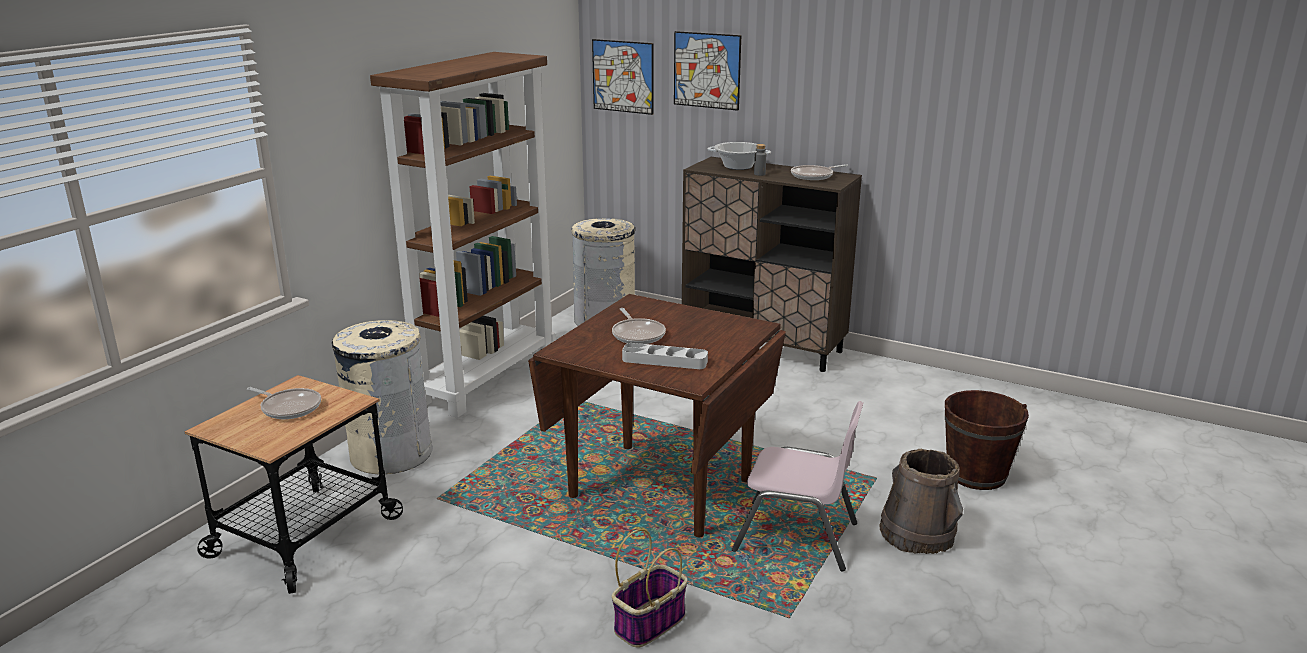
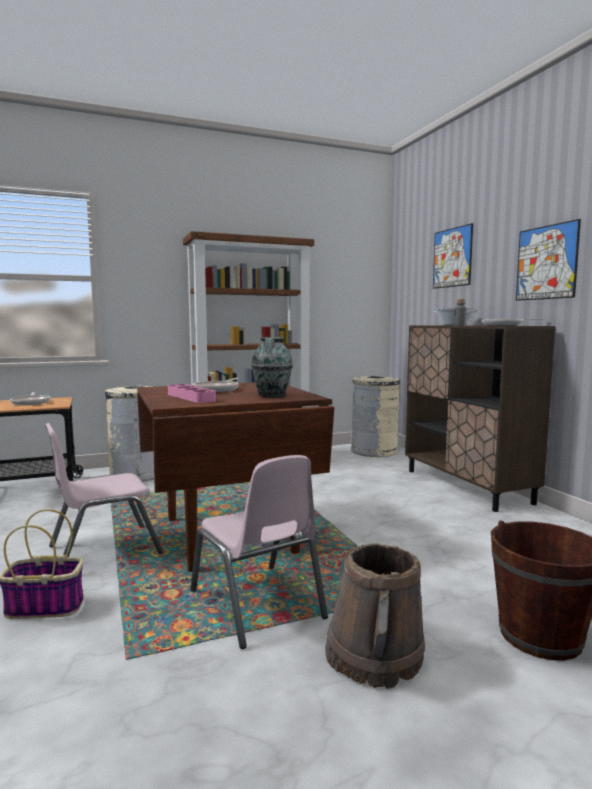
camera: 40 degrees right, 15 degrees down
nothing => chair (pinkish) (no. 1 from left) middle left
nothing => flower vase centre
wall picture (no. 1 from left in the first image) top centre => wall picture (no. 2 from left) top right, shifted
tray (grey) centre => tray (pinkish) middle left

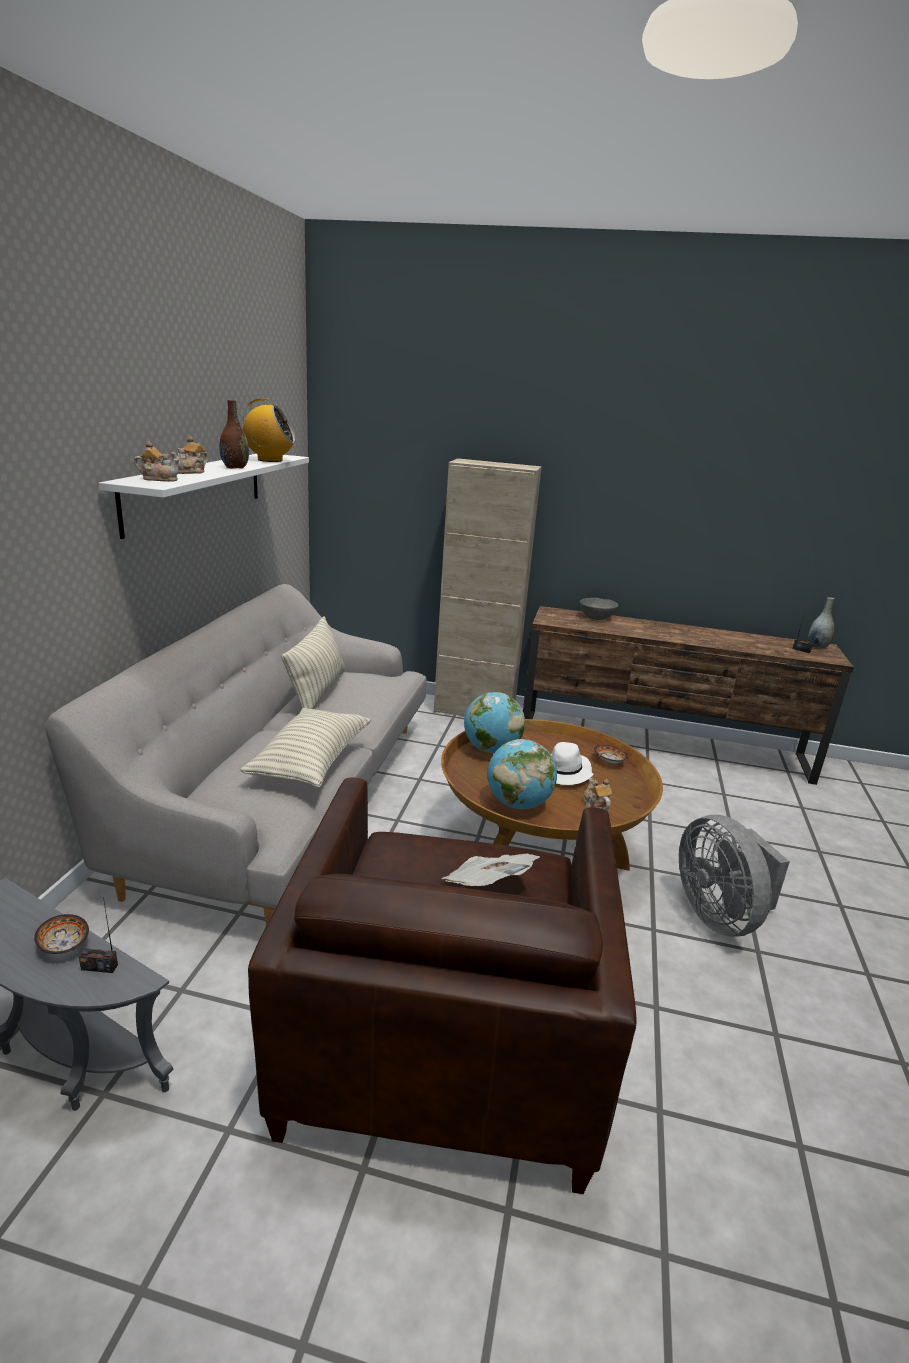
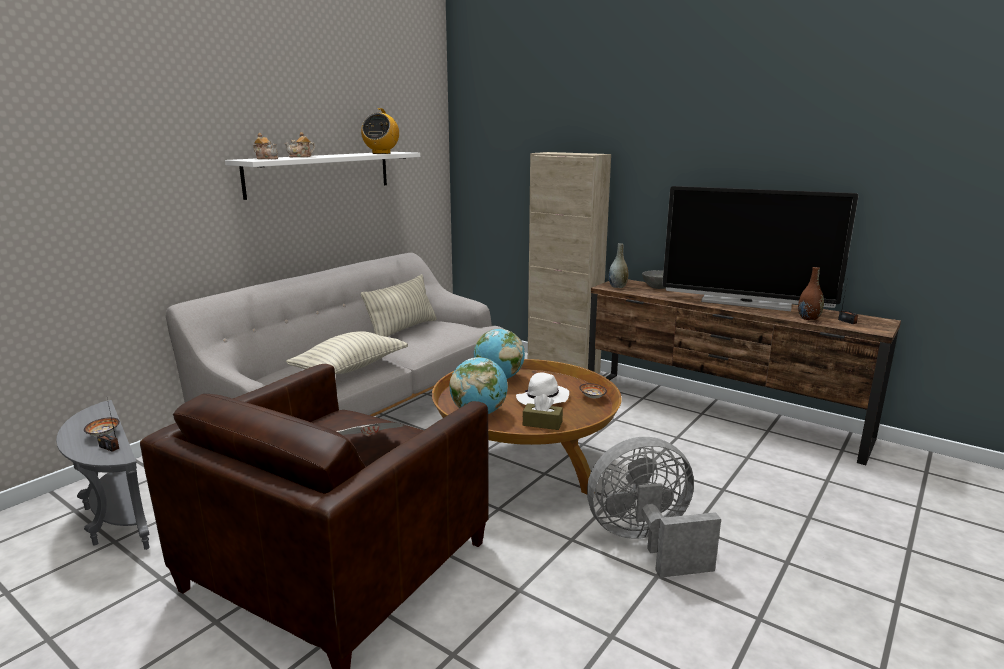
camera: 25 degrees right, 5 degrees down
nothing => TV set middle right
flower vase (brown) top left => flower vase (brown) middle right, shifted
flower vase (grey) middle right => flower vase (grey) centre, shifted
tea pot (no. 3 from left) centre => tissue box (brown) centre
radio set (no. 2 from left) top left => radio set (no. 2 from left) top centre, 75 degrees clockwise
electric fan (grey) middle right => electric fan (grey) bottom centre, 75 degrees clockwise

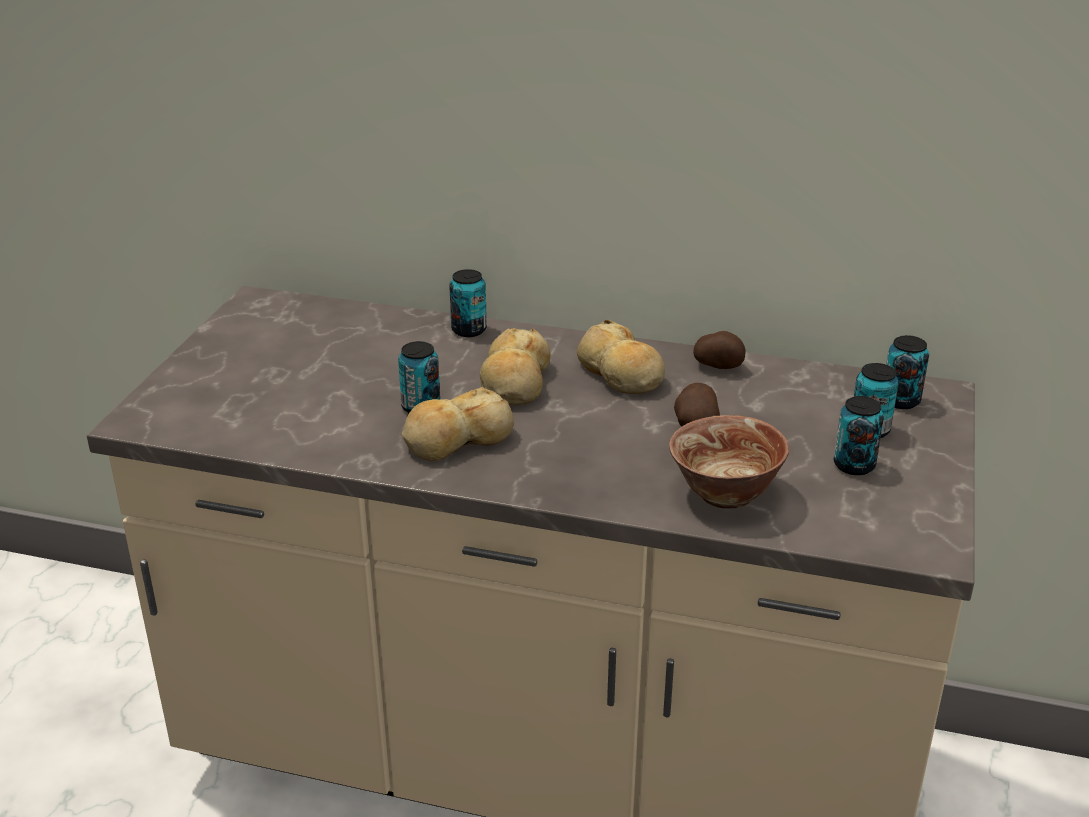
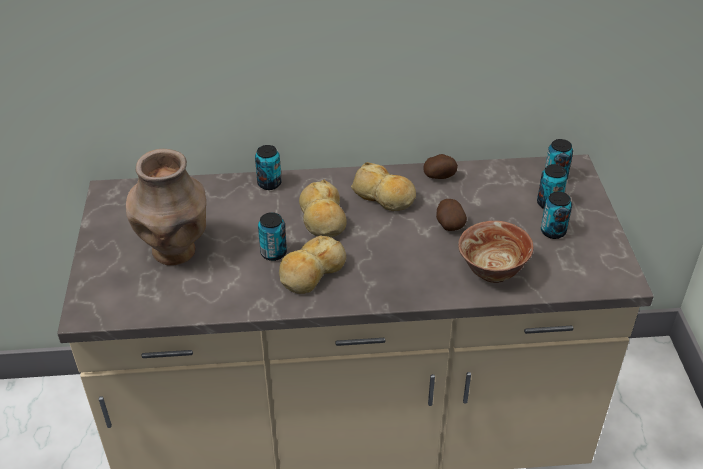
camera: 20 degrees left, 10 degrees up
nothing => flower vase (brown) middle left

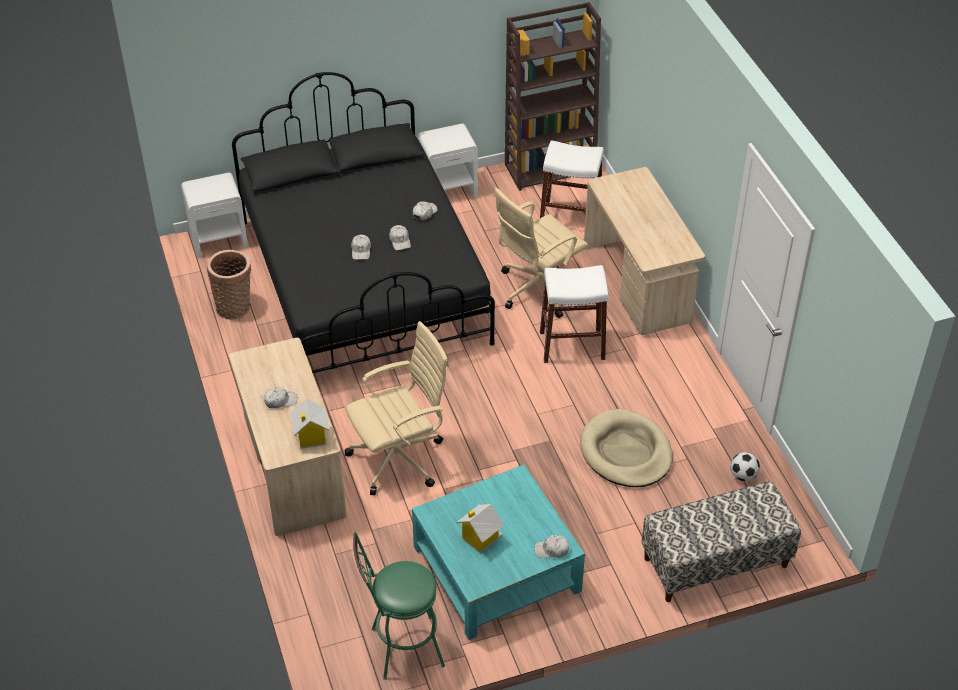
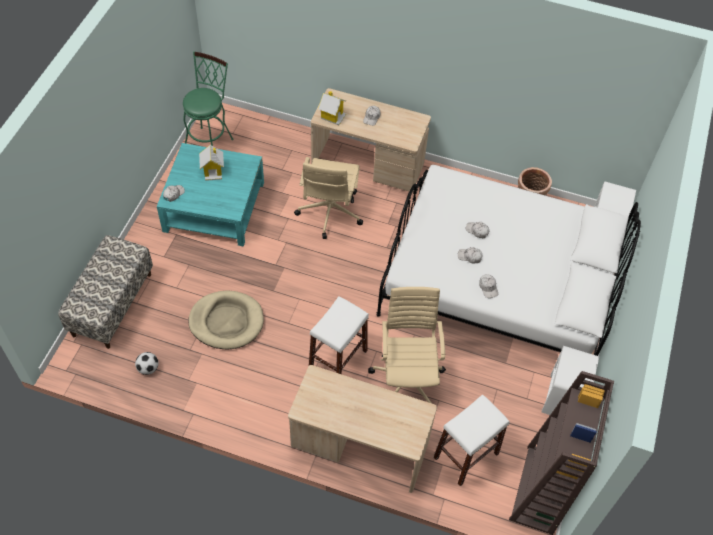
camera: 125 degrees right, 10 degrees up
bed (black) top centre => bed (white) middle right

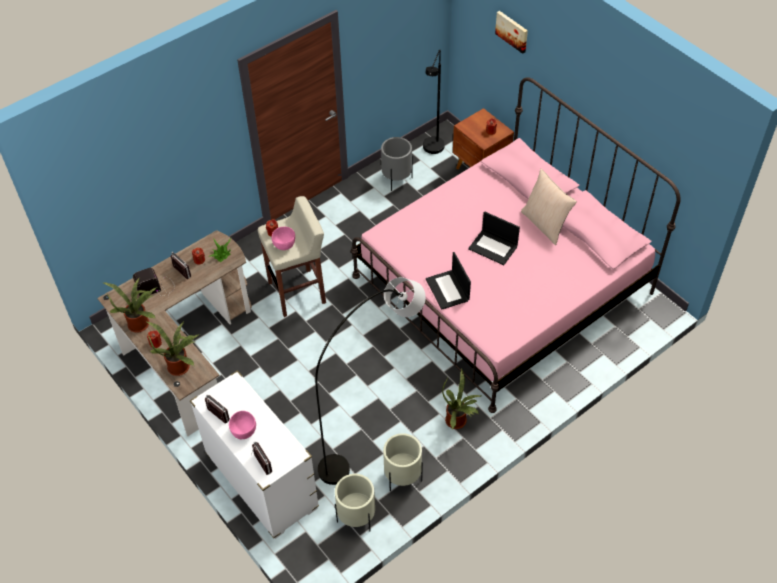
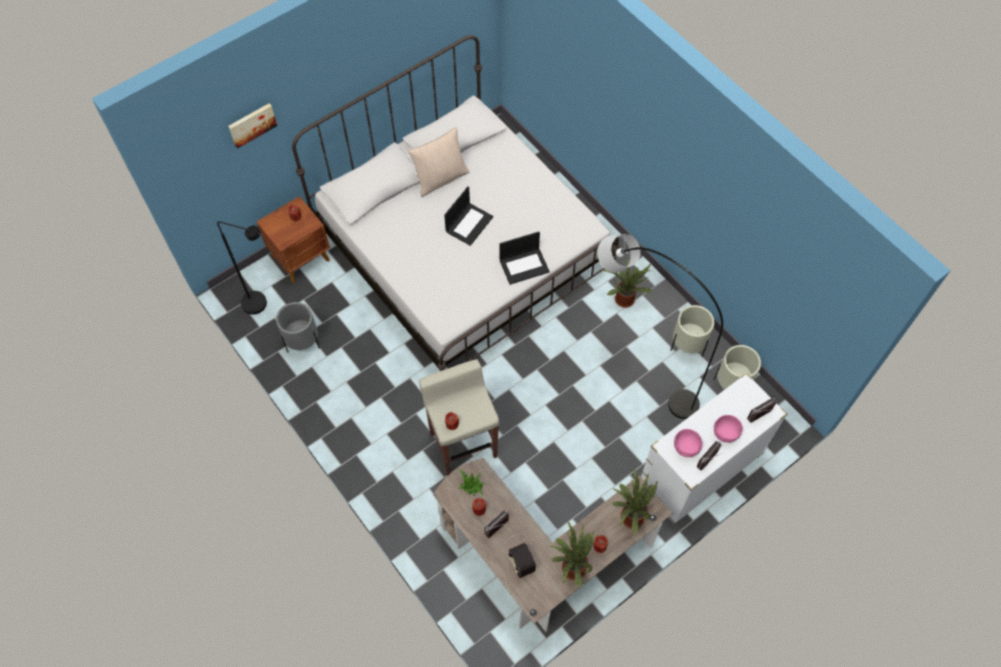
camera: 90 degrees left, 10 degrees up
bowl (pinkish) (no. 2 from left in the first image) centre => bowl (pinkish) (no. 1 from left) middle right, shifted
bed (pinkish) centre => bed (white) top centre

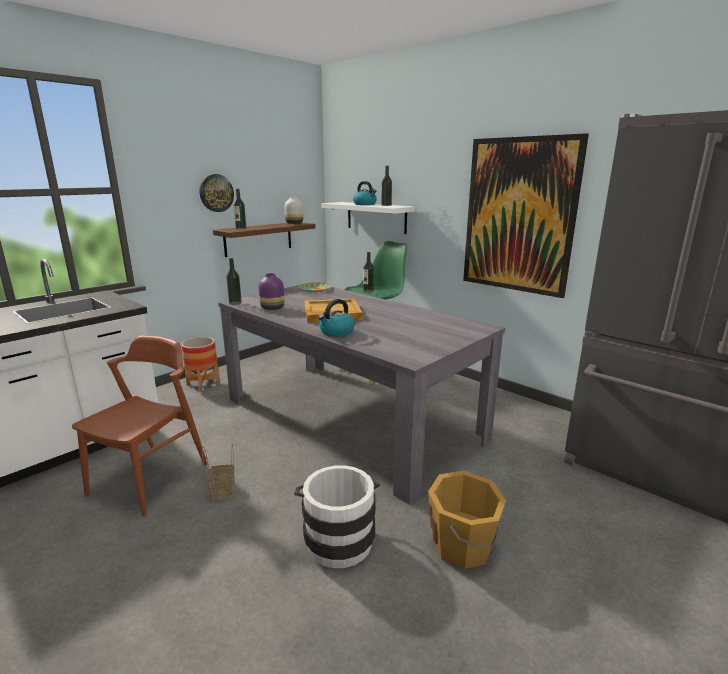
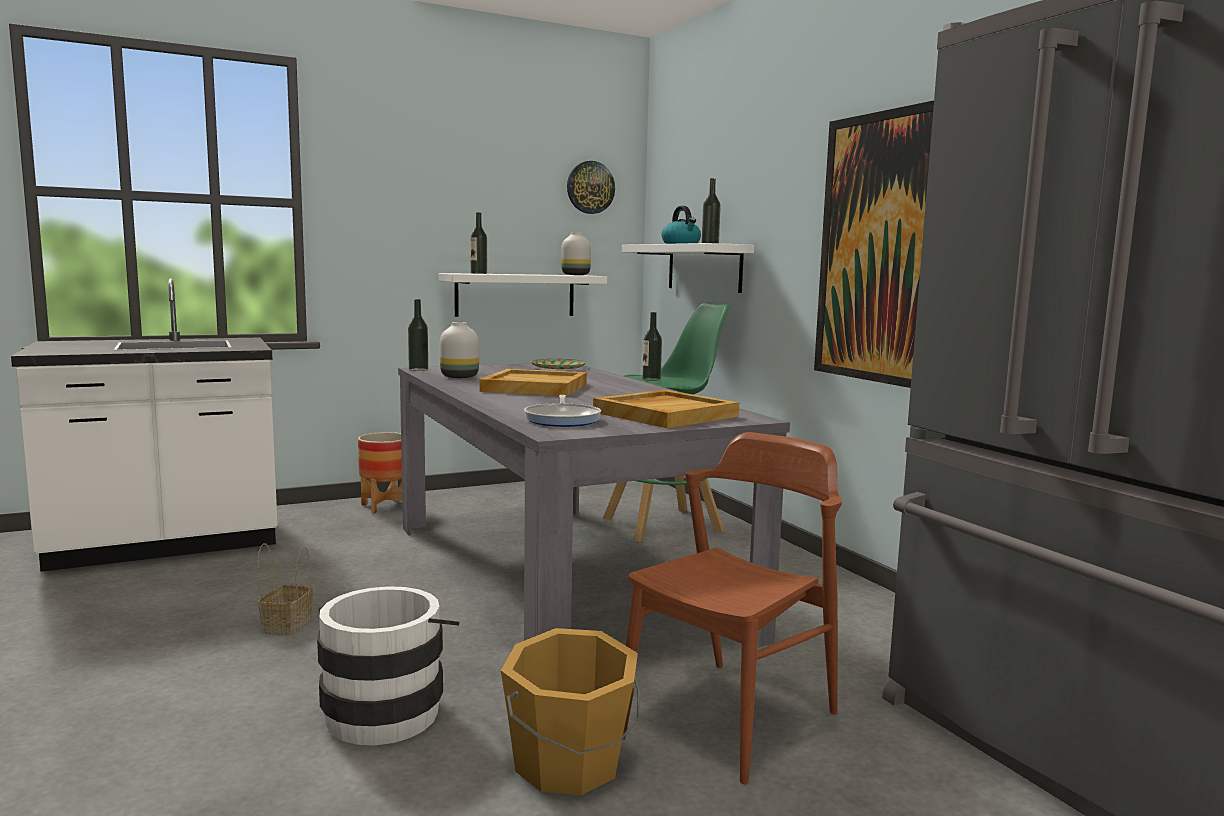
camera: 20 degrees right, 10 degrees down
water kettle (no. 1 from left) centre => nothing
nothing => frying pan centre
nothing => tray (beige) (no. 2 from left) centre
chair (brown) middle left => chair (brown) bottom centre, shifted
wall clock top left => wall clock top centre, shifted
shelf (brown) centre => shelf (white) (no. 1 from left) centre
flower vase (purple) centre => flower vase (white) (no. 1 from left) centre

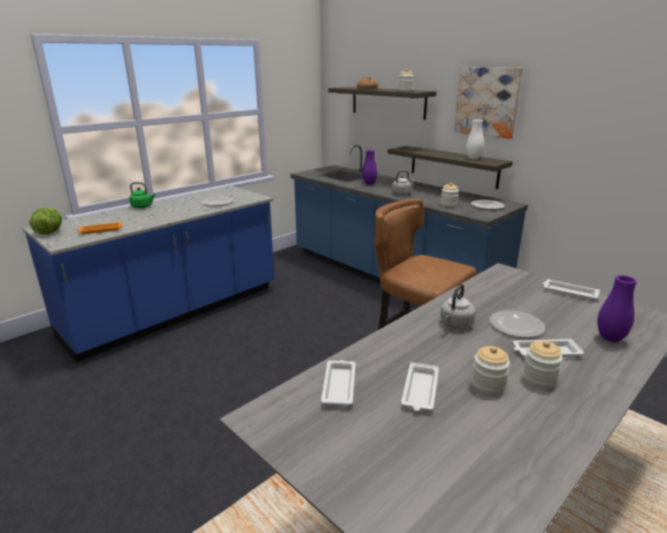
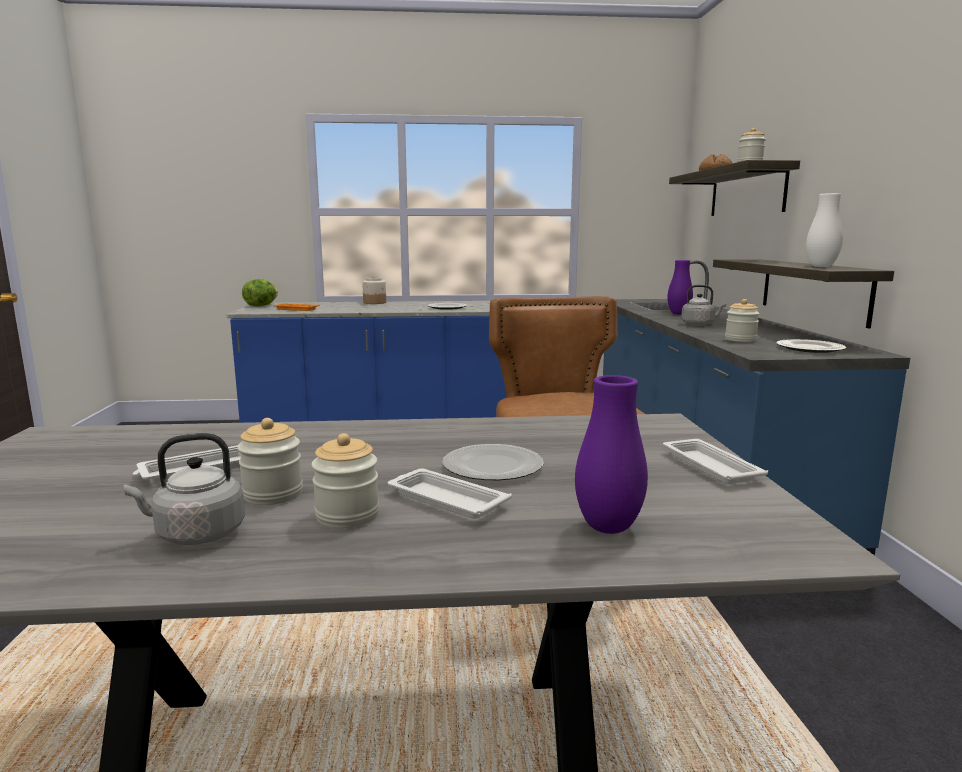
camera: 40 degrees right, 10 degrees down
tray (white) (no. 1 from left) bottom centre => nothing
wall picture top right => nothing
water kettle (grey) (no. 2 from left in the first image) middle right => water kettle (grey) (no. 1 from left) middle left, shifted
water kettle (greenish) middle left => preserve jar (no. 3 from left) centre

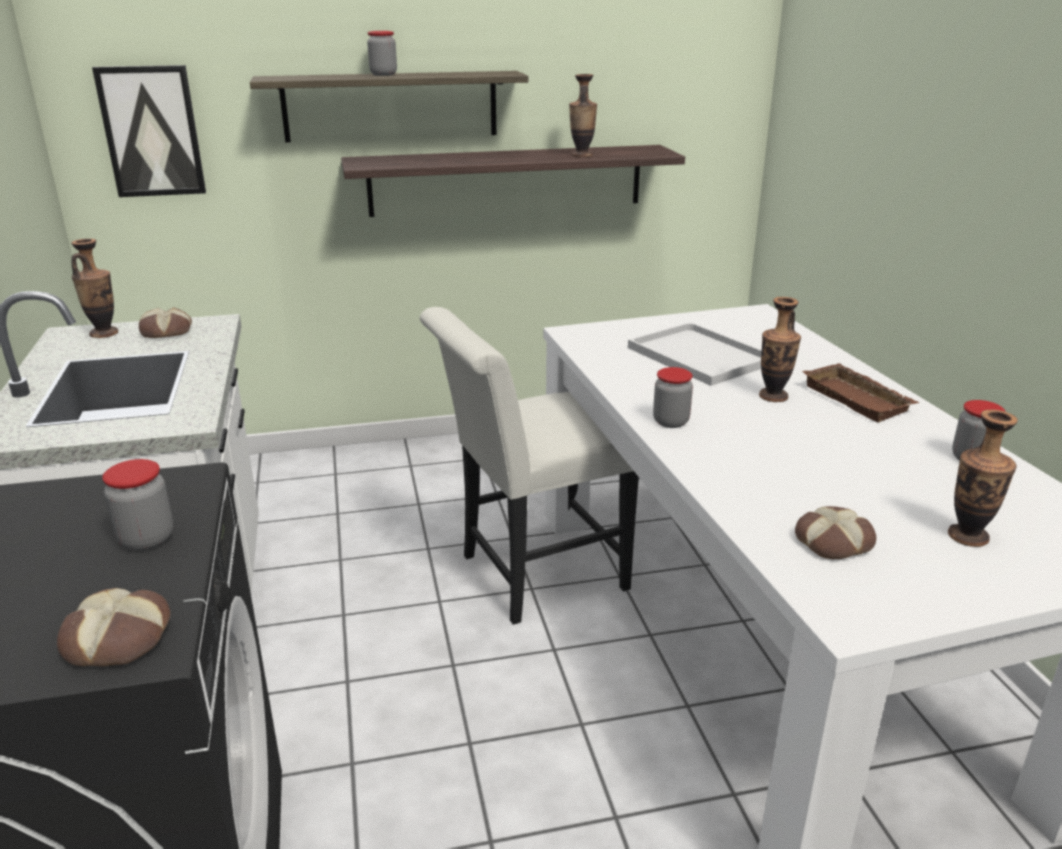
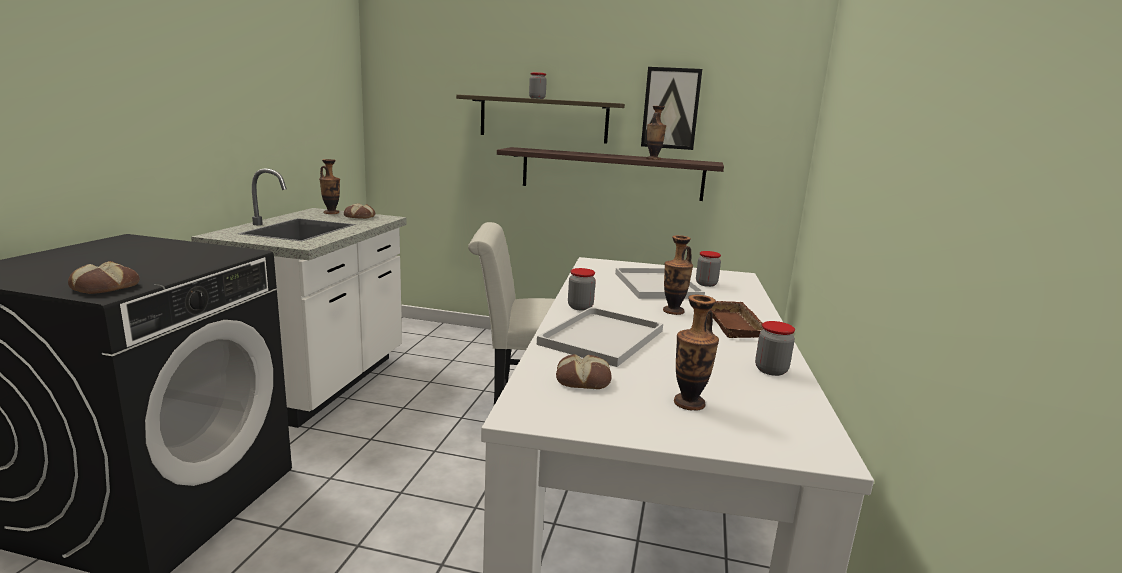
camera: 25 degrees right, 10 degrees down
nothing => tray (white) (no. 1 from left) centre
wall picture top left => wall picture top centre, shifted
preserve jar (no. 1 from left in the first image) middle left => preserve jar (no. 3 from left) centre, shifted

